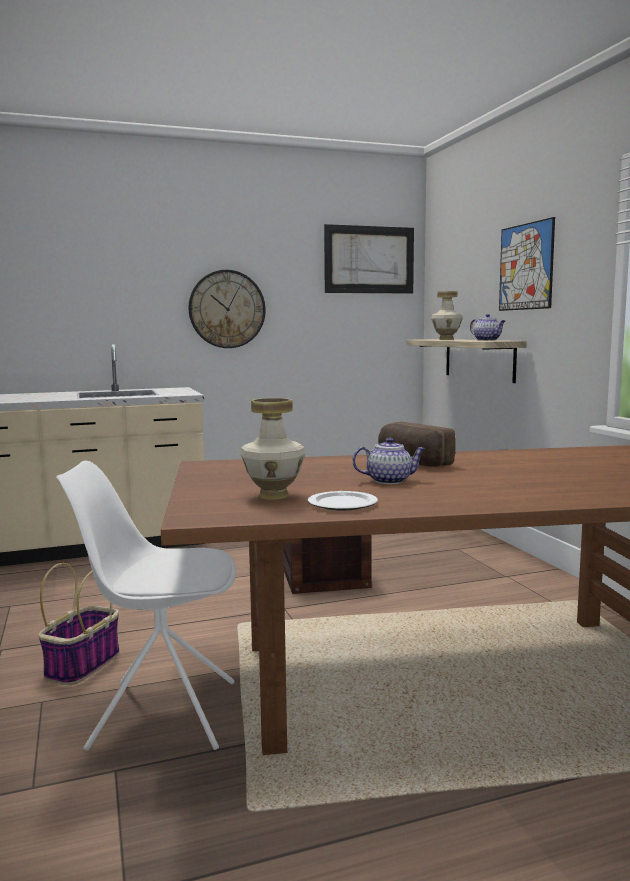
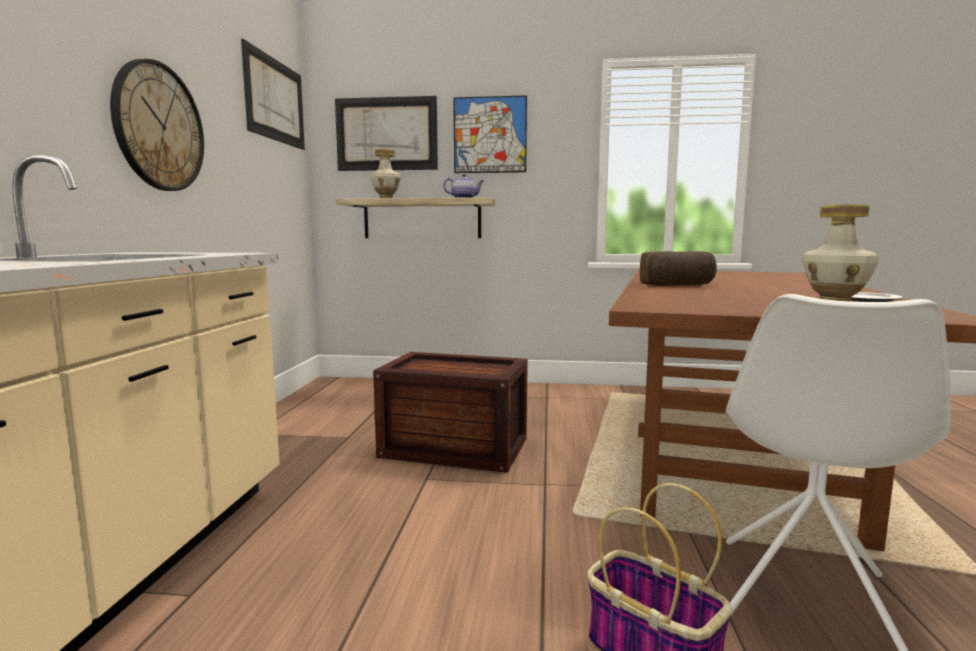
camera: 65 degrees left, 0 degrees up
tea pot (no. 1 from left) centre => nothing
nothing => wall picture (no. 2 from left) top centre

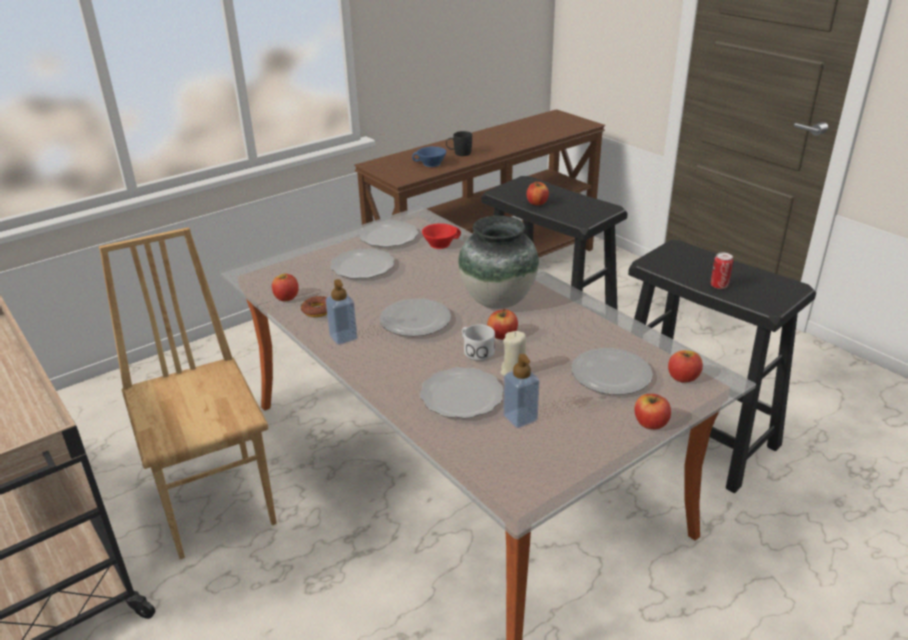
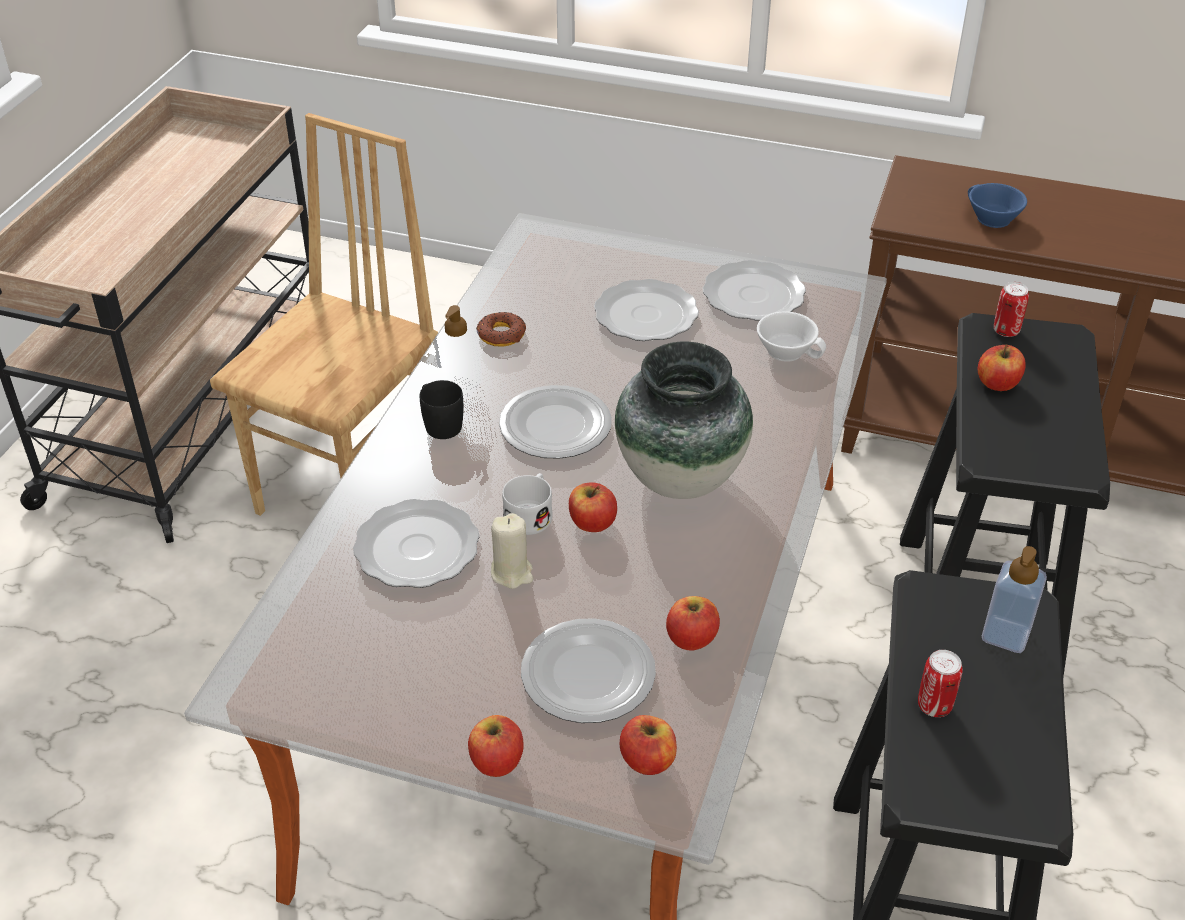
camera: 55 degrees right, 10 degrees up
nothing => metal can (no. 2 from left) middle right
whole apple (no. 1 from left in the first image) middle left => whole apple (no. 4 from left) bottom centre, shifted
mug (black) top centre => mug (black) centre, shifted
liquid soap bottle (no. 2 from left) centre => liquid soap bottle (no. 2 from left) middle right, shifted
small cup (red-coloured) centre => small cup (white) middle right

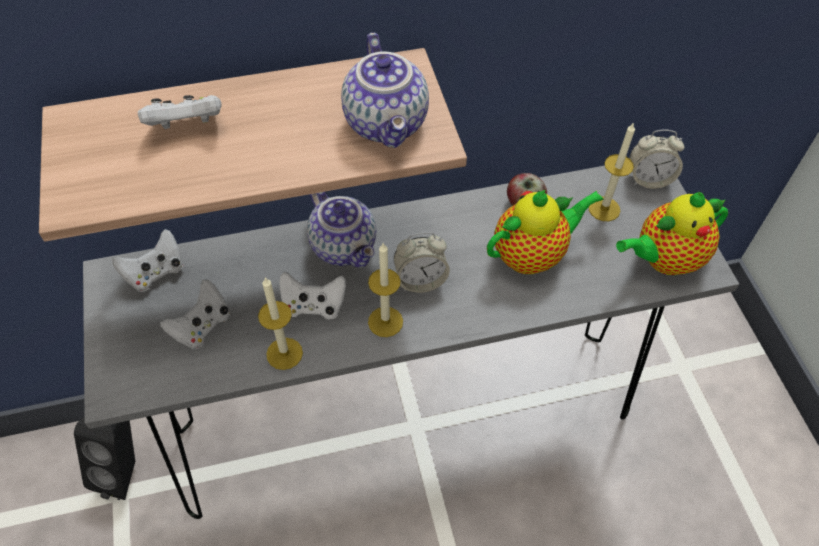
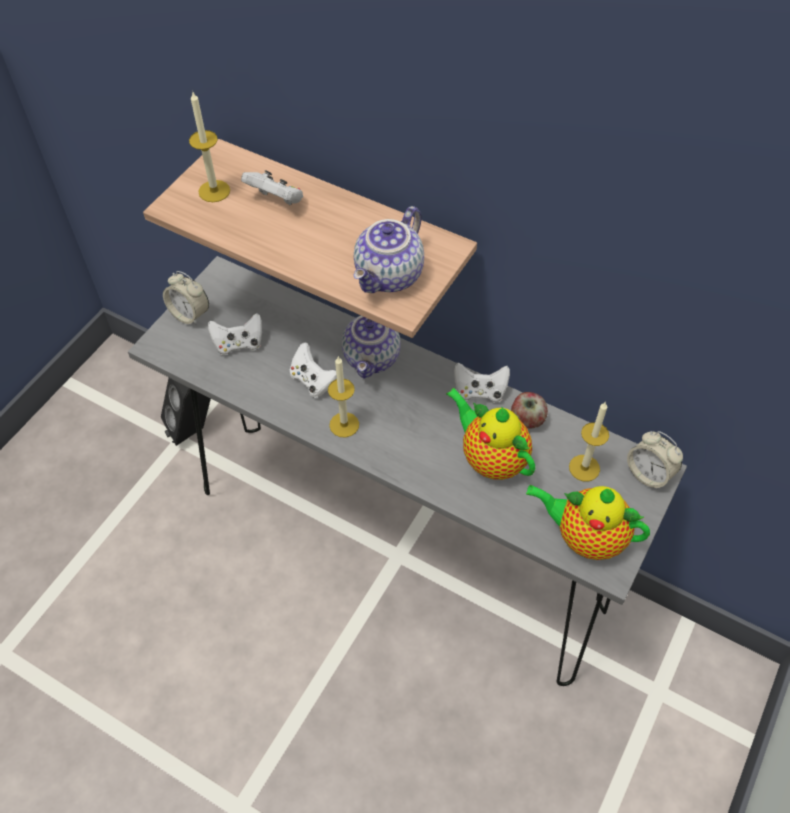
camera: 45 degrees right, 0 degrees up
joypad (white) (no. 1 from left in the first image) middle left => joypad (white) (no. 4 from left) centre, shifted
wax light (no. 1 from left) centre => wax light (no. 1 from left) top left, shifted
table clock (no. 1 from left) centre => table clock (no. 1 from left) middle left, shifted
tea pot (no. 3 from left) centre, 150 degrees counterclockwise

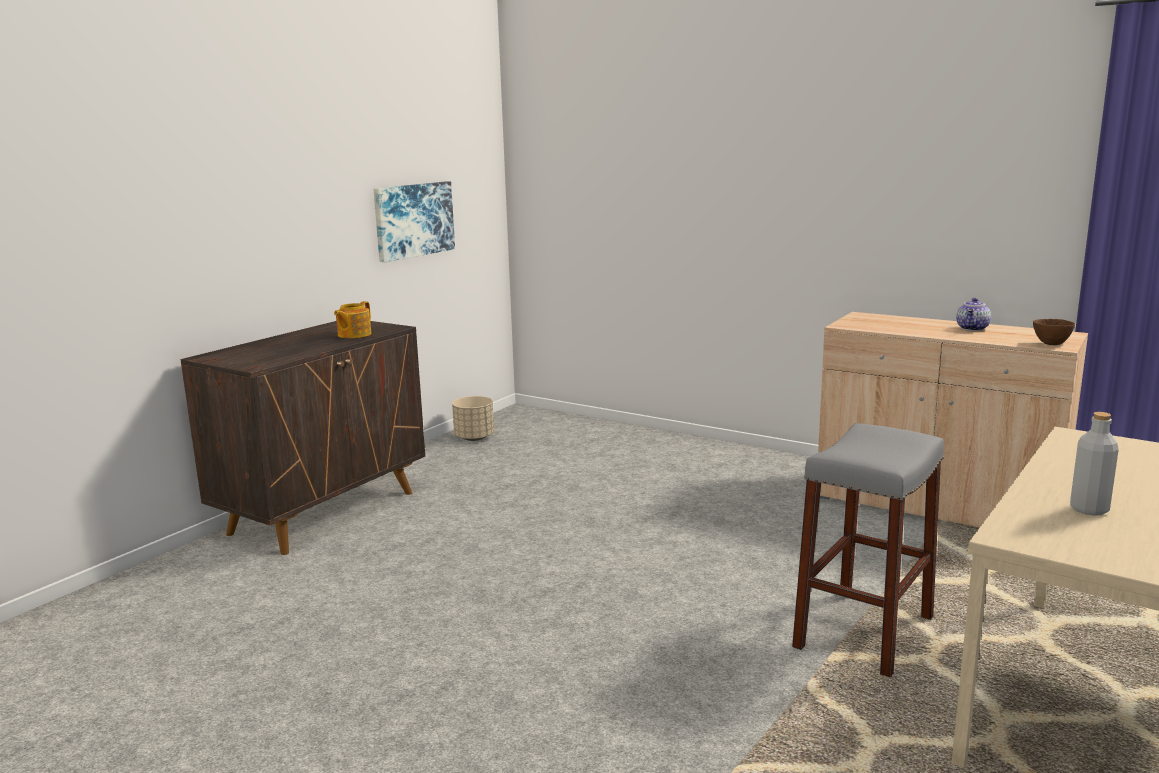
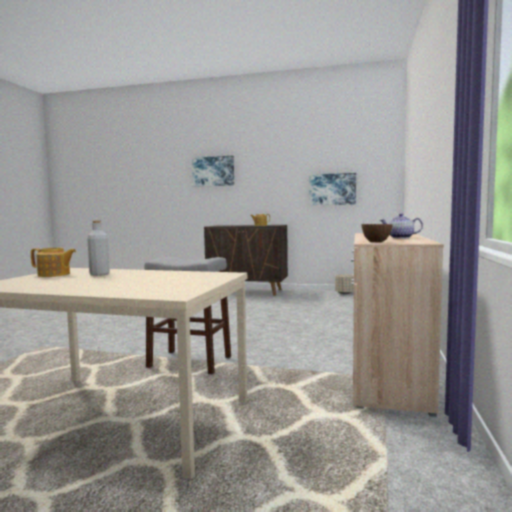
camera: 70 degrees right, 10 degrees down
nothing => tea pot (no. 1 from left) middle left
nothing => wall picture (no. 1 from left) centre

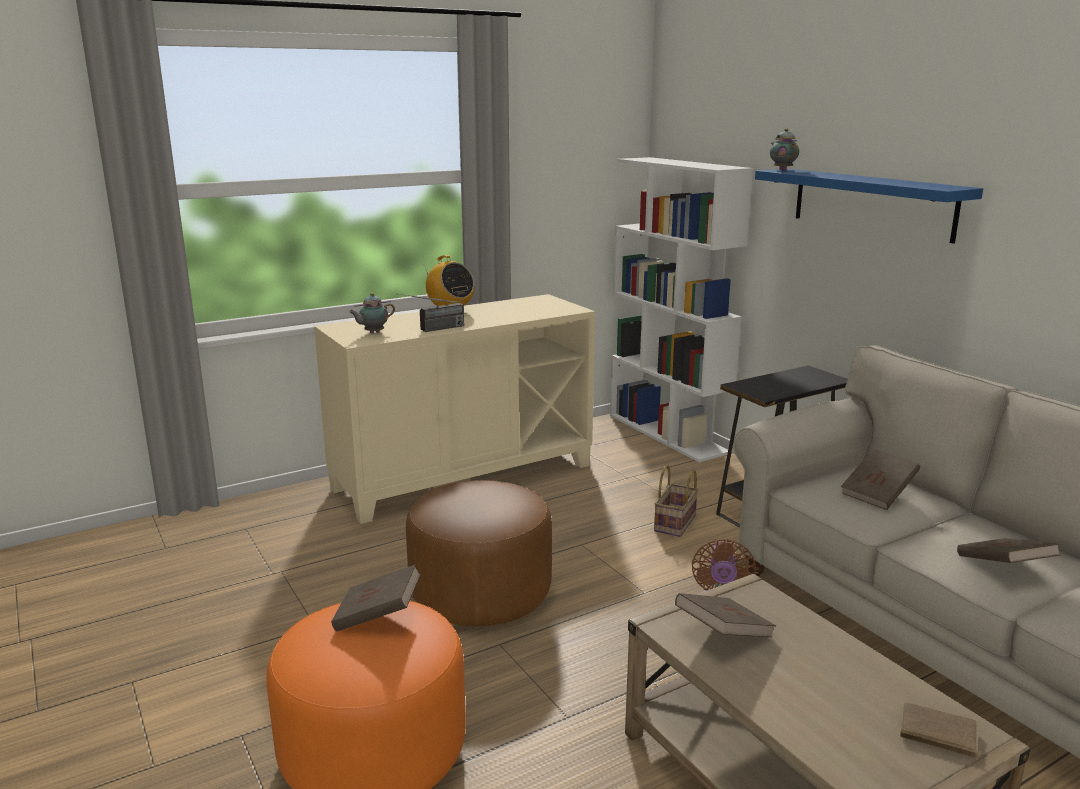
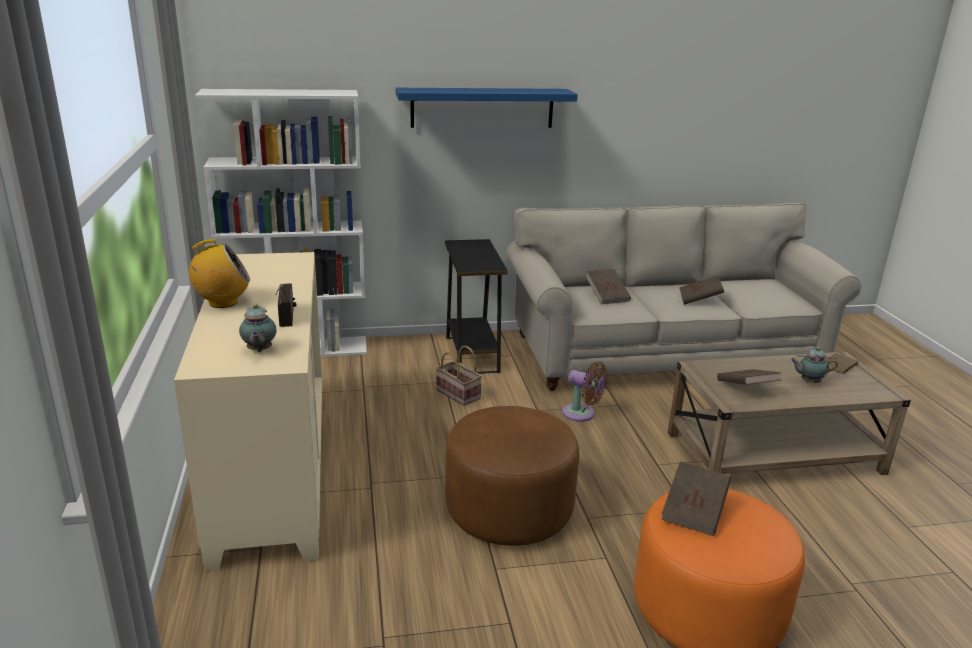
camera: 70 degrees left, 5 degrees up
tea pot (no. 2 from left) top right => tea pot (no. 2 from left) middle right, shifted

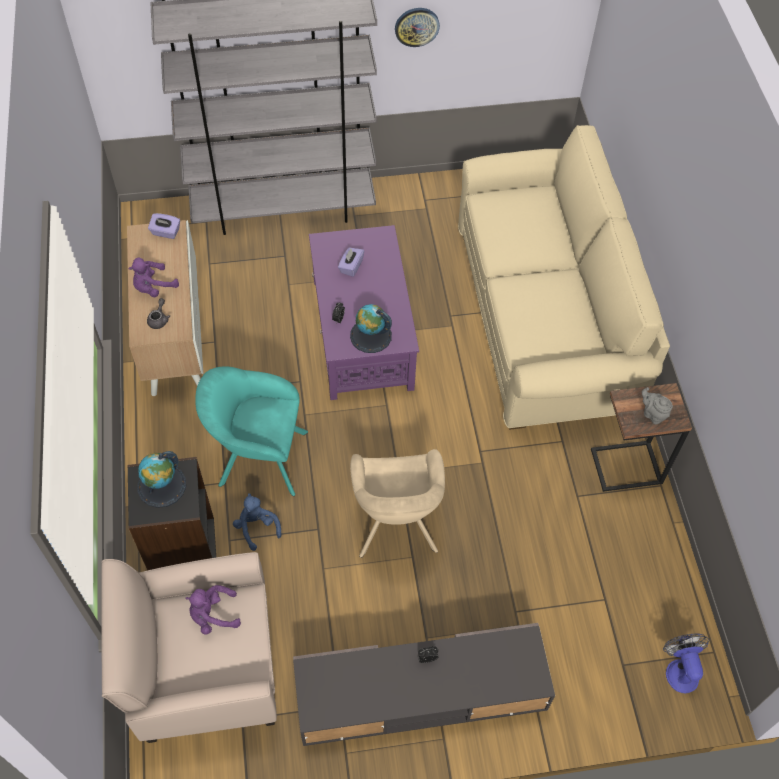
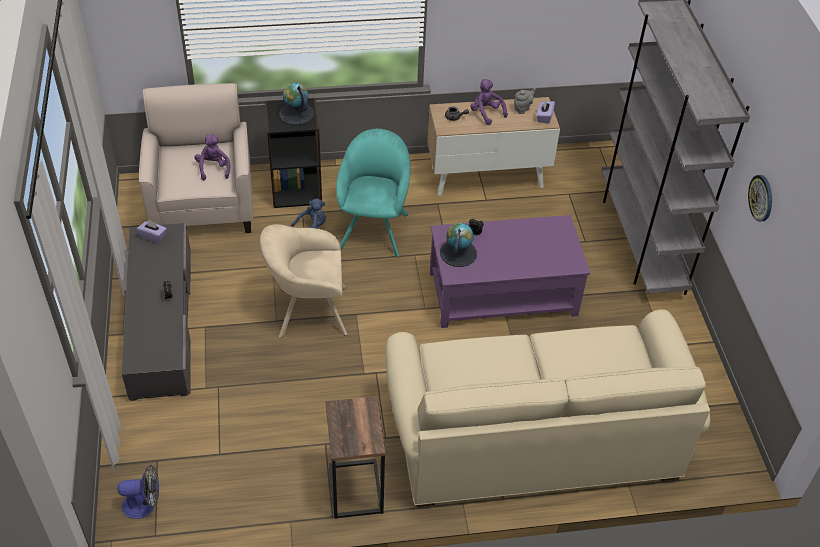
camera: 90 degrees right, 10 degrees down
tissue box (purple) (no. 2 from left in the first image) centre => tissue box (purple) (no. 1 from left) middle left, shifted
tea pot (grey) (no. 2 from left) middle right => tea pot (grey) (no. 2 from left) top centre, shifted

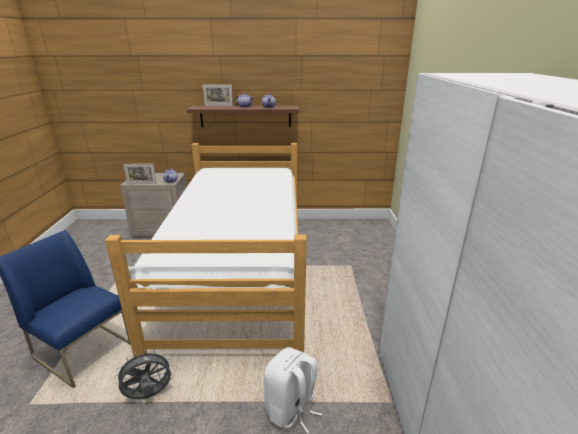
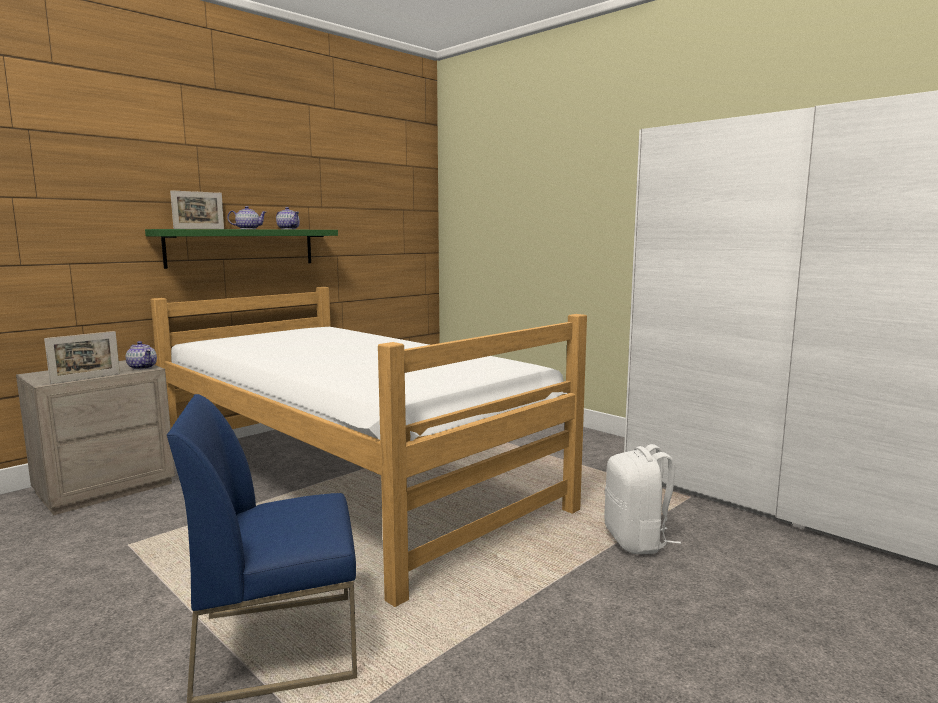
camera: 45 degrees left, 15 degrees down
electric fan (grey) bottom left => nothing
shelf (brown) top centre => shelf (greenish) middle left

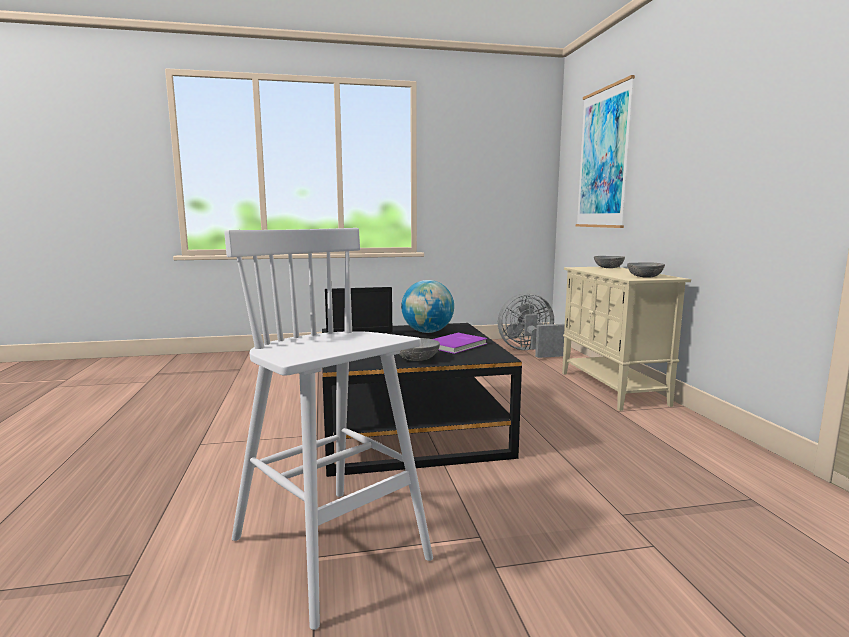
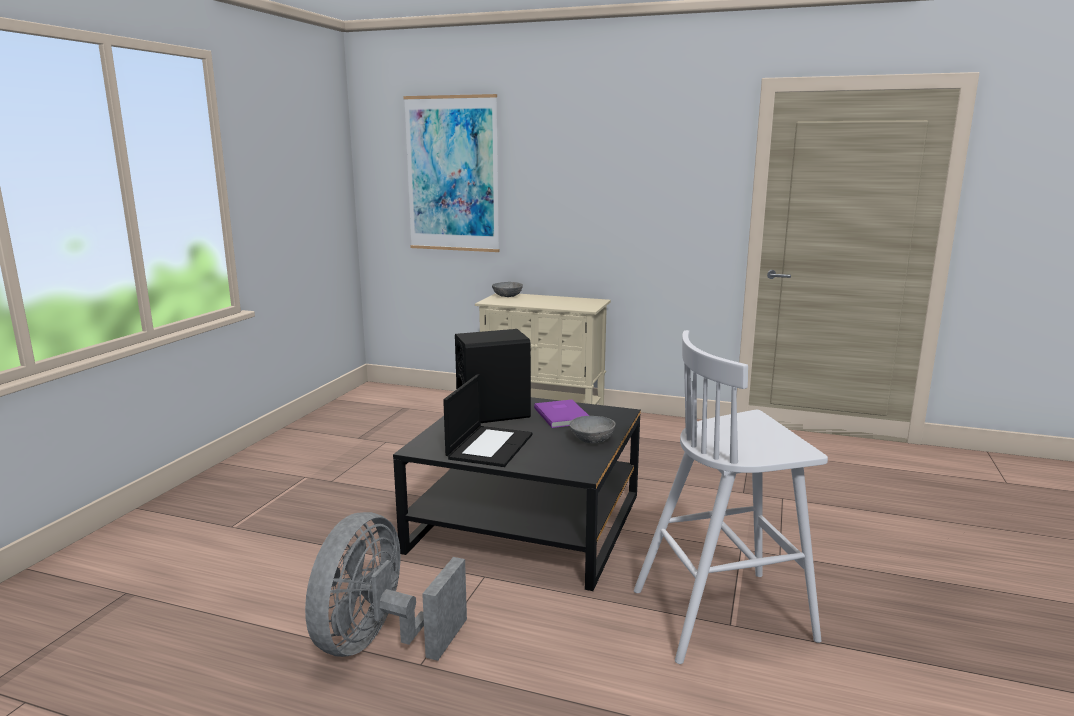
camera: 60 degrees left, 5 degrees up
bowl (grey) (no. 3 from left) middle right => nothing
electric fan (grey) centre => electric fan (grey) bottom centre, shifted
desk globe centre => loudspeaker (black) centre

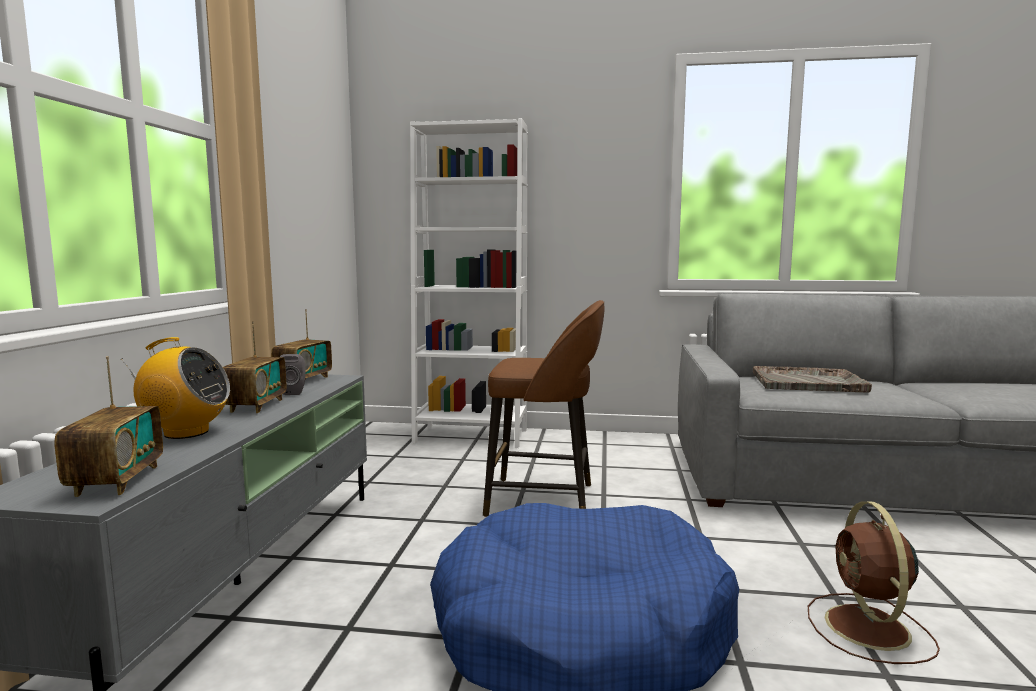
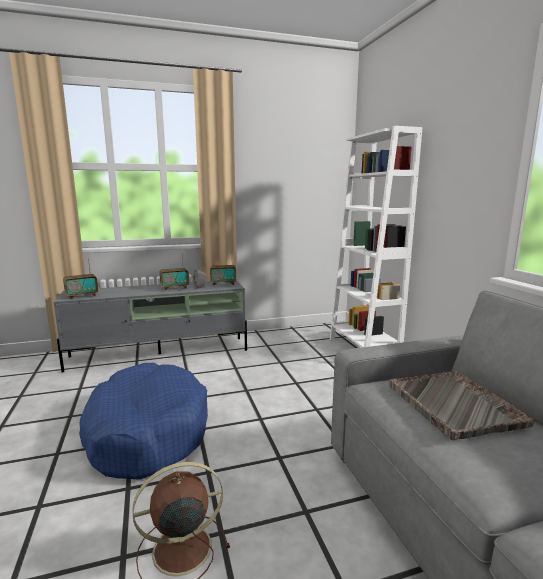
camera: 65 degrees right, 5 degrees up
radio set (no. 2 from left) middle left => nothing
stool seat (brown) centre => nothing

